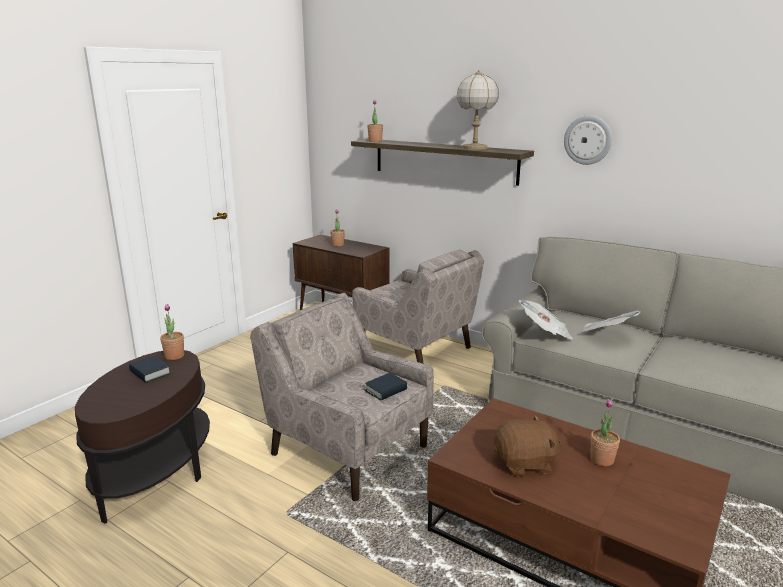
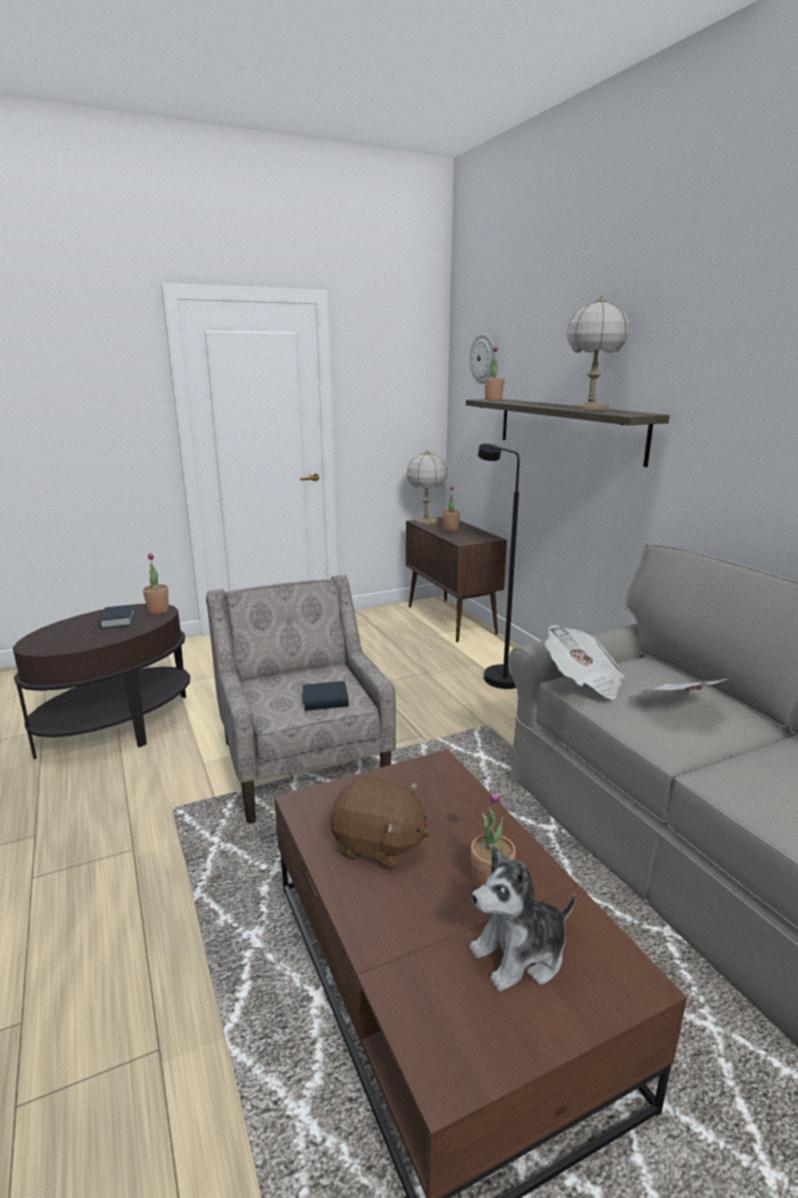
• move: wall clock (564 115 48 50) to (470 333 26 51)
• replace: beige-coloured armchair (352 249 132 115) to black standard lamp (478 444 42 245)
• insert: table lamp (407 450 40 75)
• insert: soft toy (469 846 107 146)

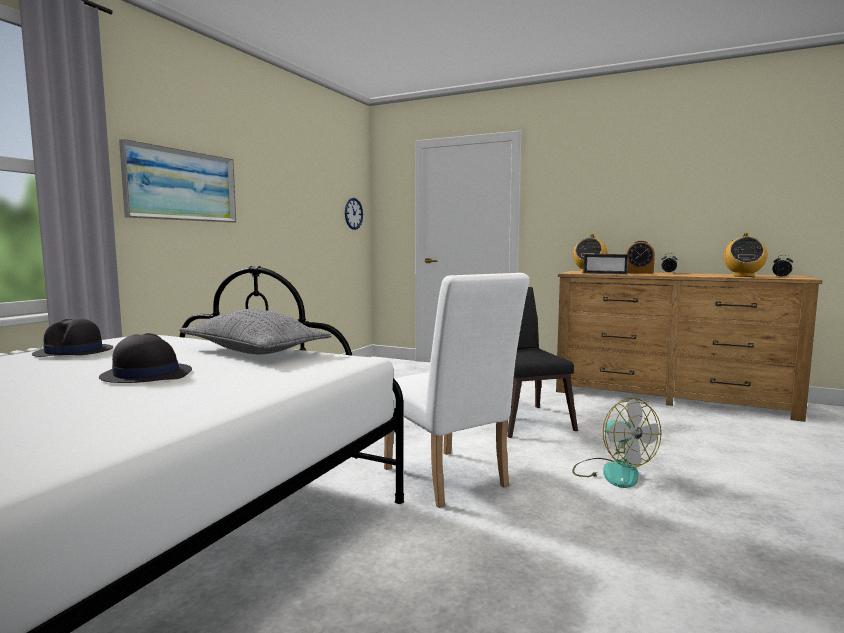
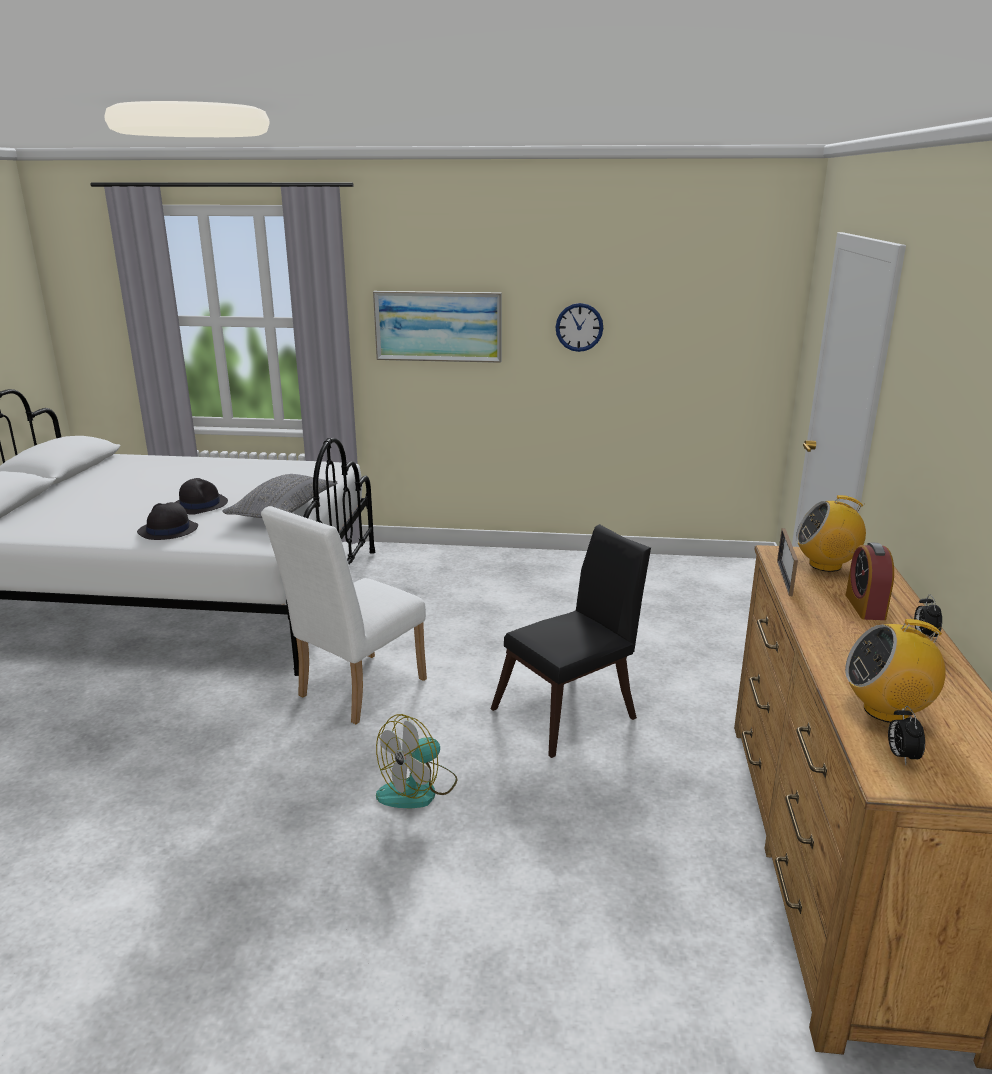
• move: wall clock (345 198 18 32) to (556 303 47 49)
• move: black wearable hat (32 318 81 39) to (137 502 61 38)

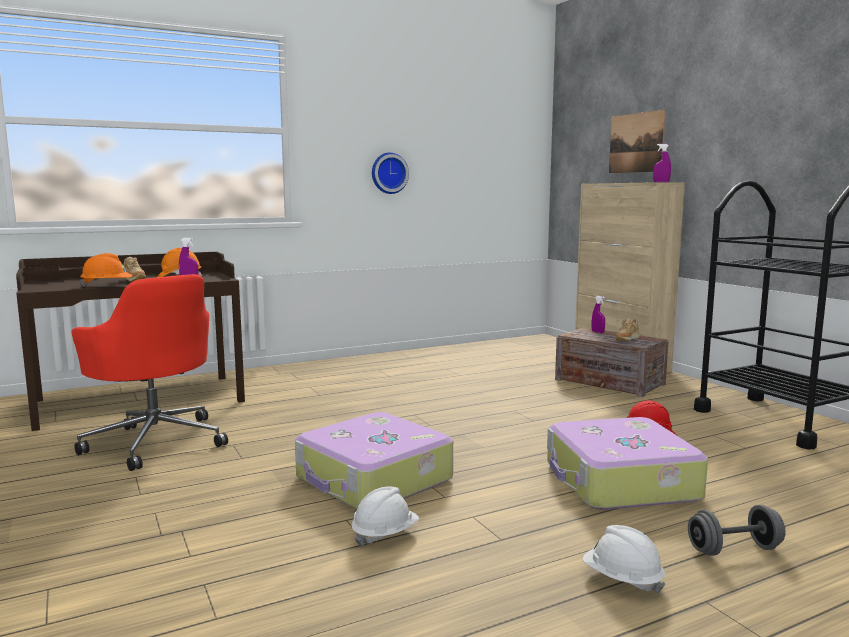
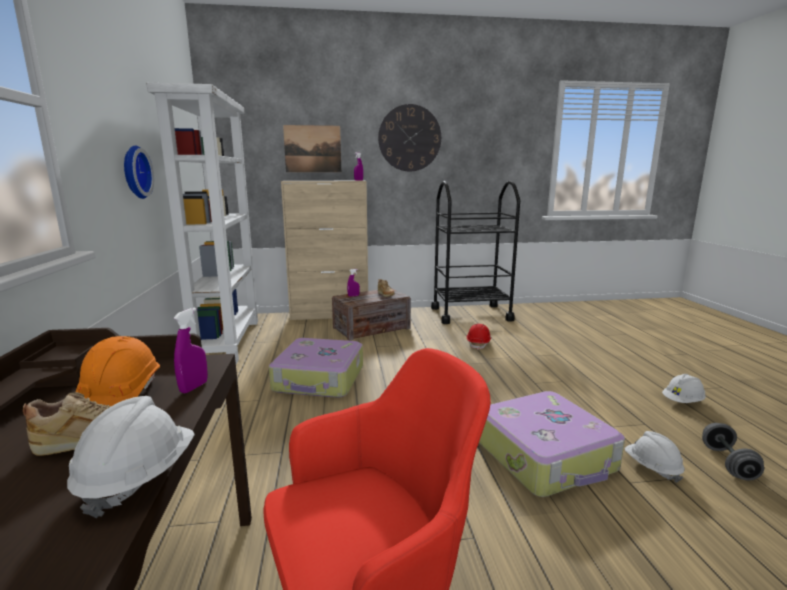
• recolor: orangey hard hat (80 253 53 34) to white-coloured hard hat (67 396 128 122)
• move: suitcase (547 417 161 93) to (269 338 94 60)
• move: grey free weight (688 505 97 51) to (702 423 62 57)
• insert: white-coloured bookcase (146 83 113 281)
• insert: wall clock (378 104 63 67)

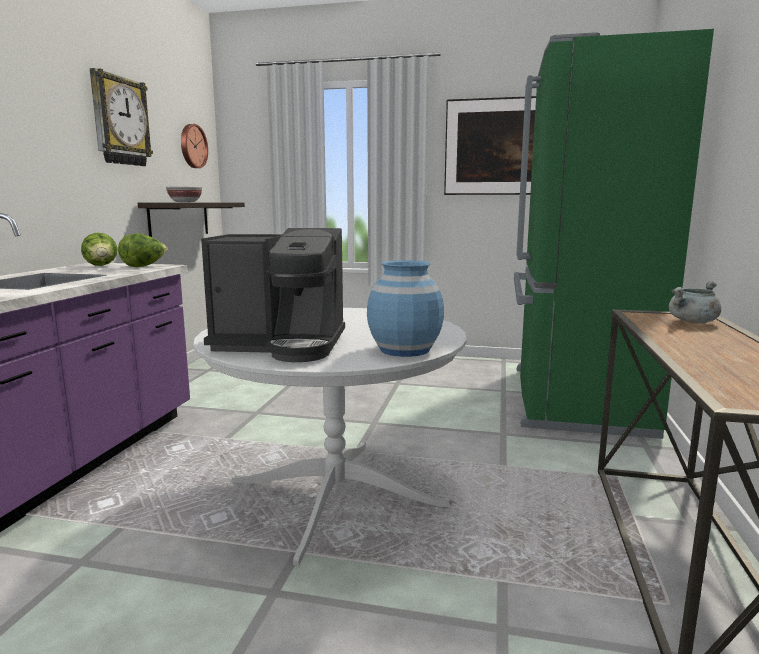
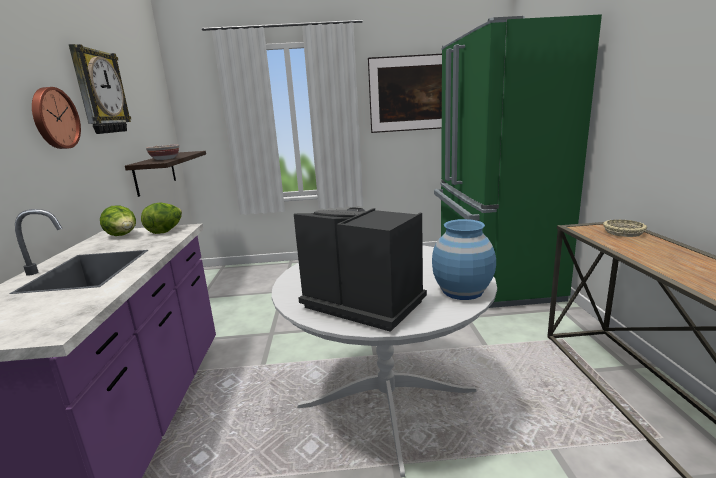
• move: wall clock (181 124 27 44) to (32 87 49 62)
• rotate: coffee machine (201 228 144 134) = (294 208 133 124) 135 degrees counterclockwise
• replace: grey saucepot (669 281 52 42) to beige-coloured serving bowl (603 220 44 17)

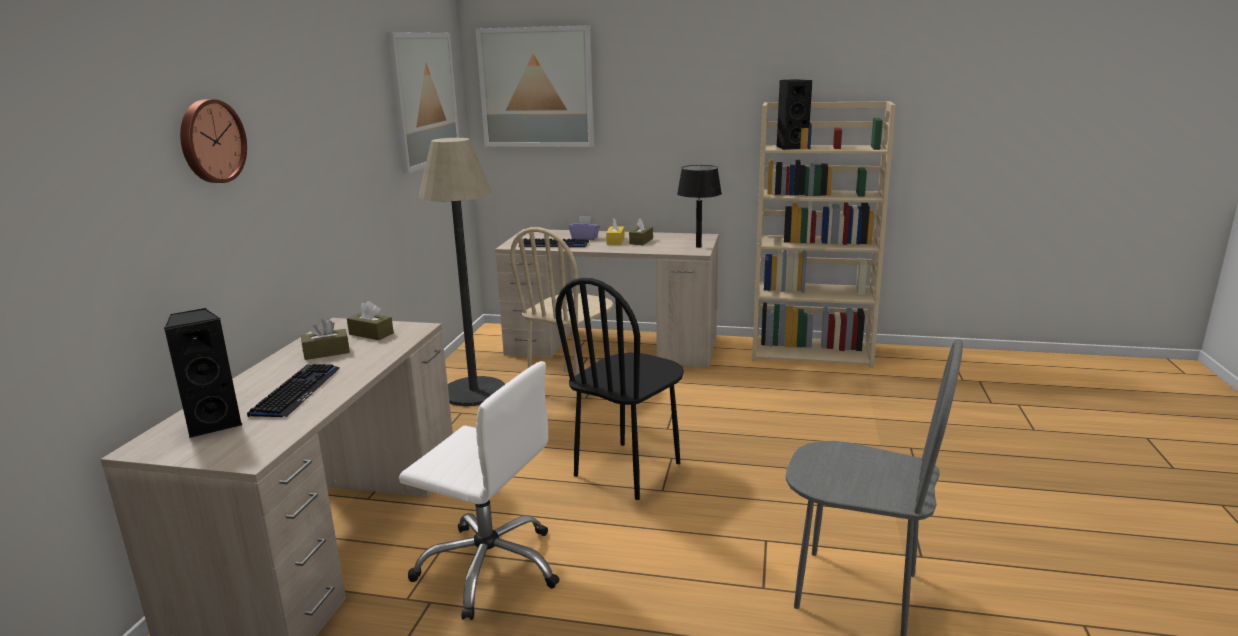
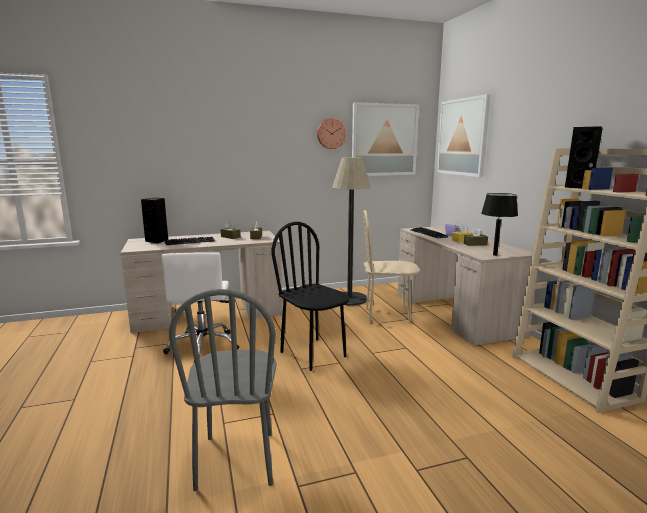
• move: wall clock (180 99 67 84) to (317 118 29 31)
• rotate: black plain chair (555 278 129 222) = (272 222 77 149) 45 degrees clockwise

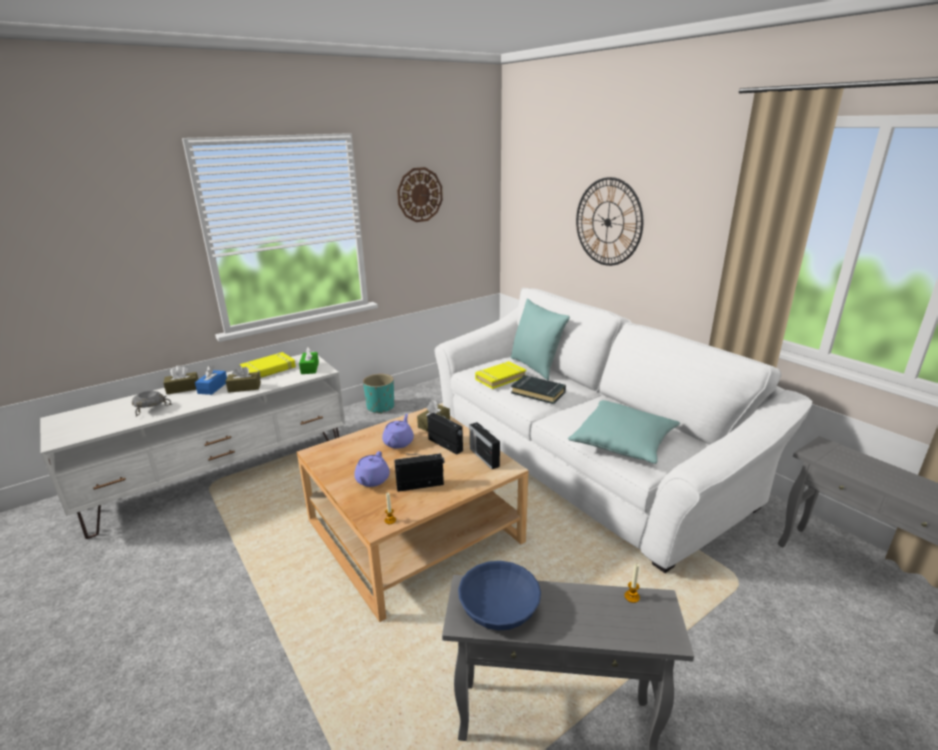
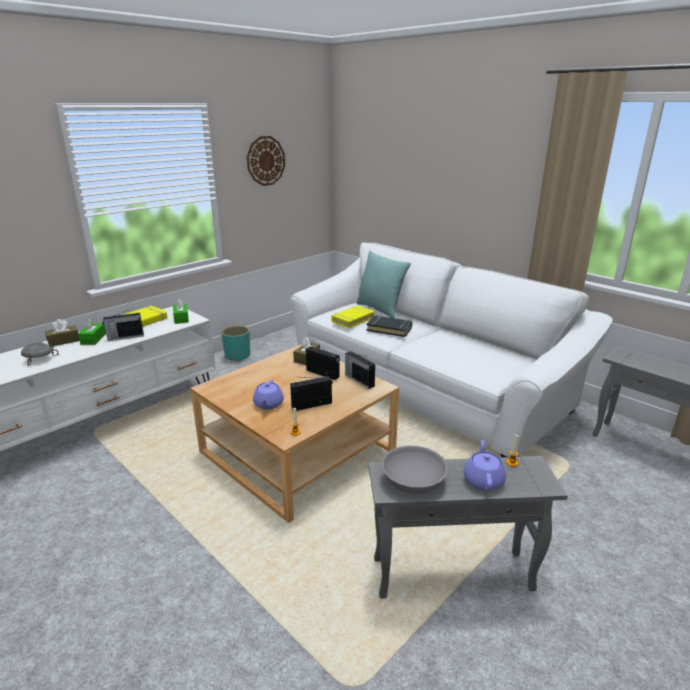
• delete: wall clock (576 177 67 89)
• recolor: bluish tissue box (195 365 32 30) to greenish tissue box (78 317 28 28)
• replace: brown-coloured tissue box (225 365 36 28) to radio (102 308 42 33)
• delete: turquoise-coloured cushion (568 400 112 64)
• move: purple tea pot (382 414 32 35) to (464 440 42 51)
• recolor: bluish serving bowl (458 561 83 70) to grey serving bowl (381 446 67 48)

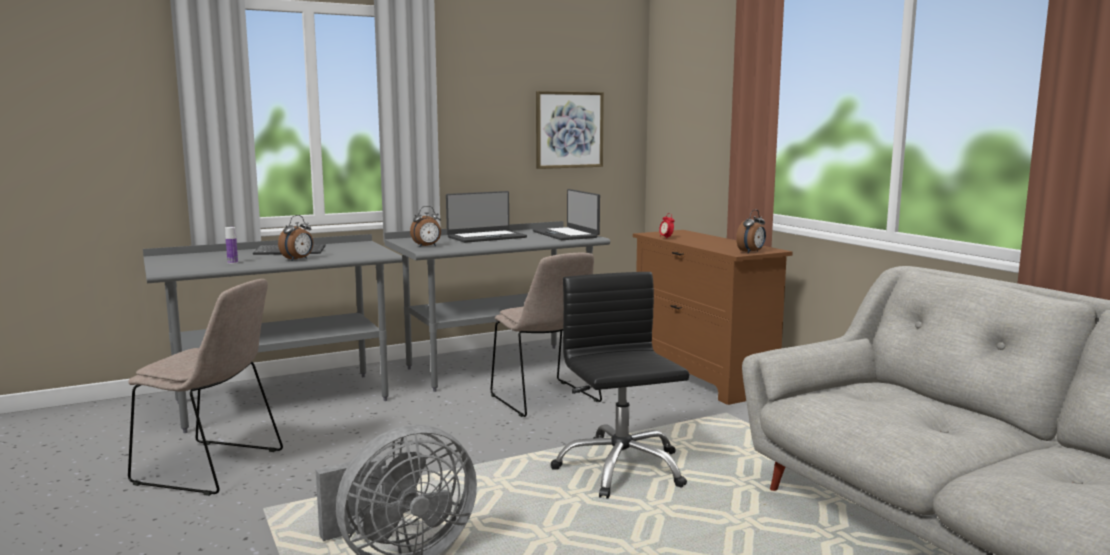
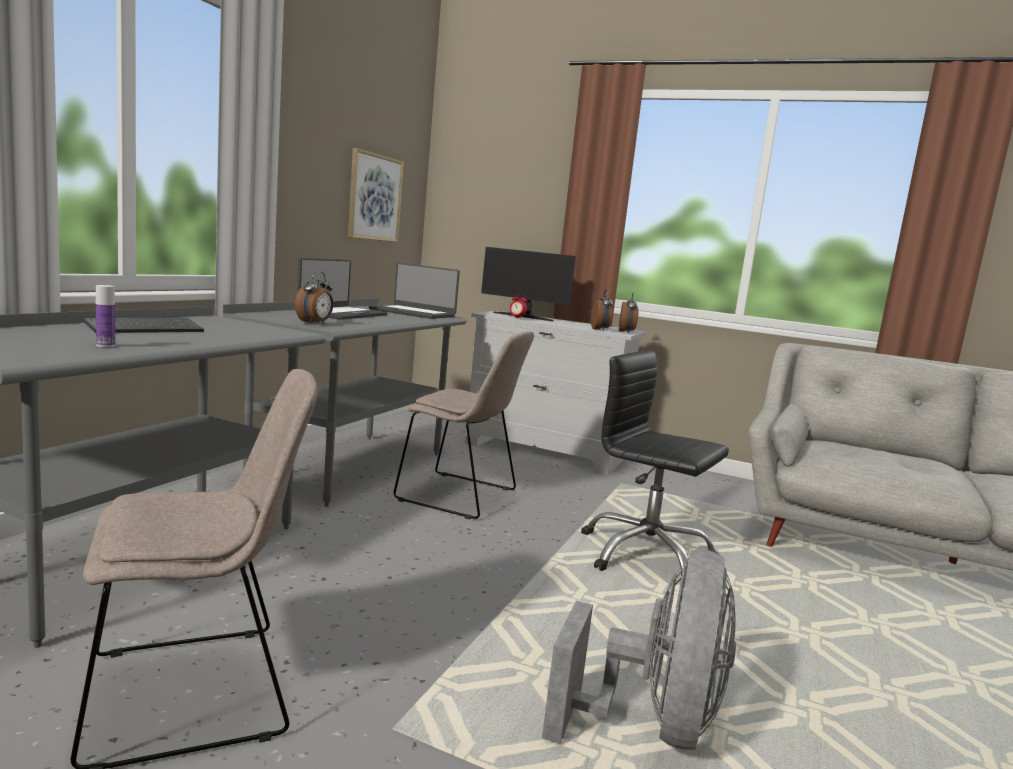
• move: bedside clock (278 215 35 46) to (591 290 22 41)
• recolor: brown-coloured dresser (633 230 160 175) to white-coloured dresser (465 311 181 165)
• insert: monitor (481 247 95 74)

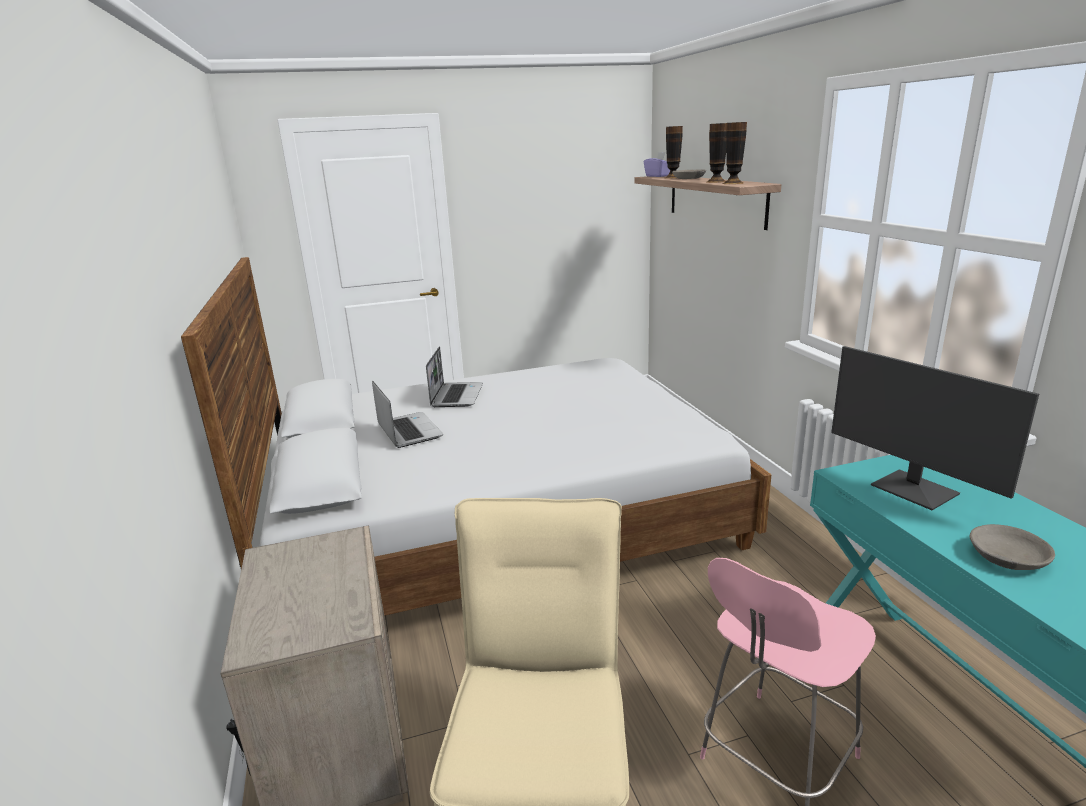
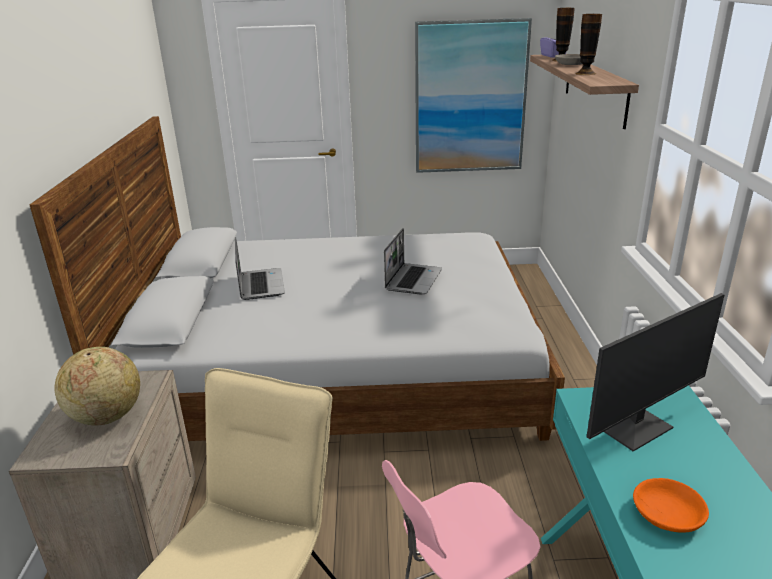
• delete: flower vase (723 122 24 62)
• rotate: monitor (831 346 208 164) = (587 293 138 158) 105 degrees counterclockwise
• move: notebook computer (426 347 57 60) to (384 228 58 67)
• recolor: grey serving bowl (970 524 85 46) to orangey serving bowl (633 478 76 55)
• insert: picture (415 18 117 155)
• insert: world globe (55 347 85 78)

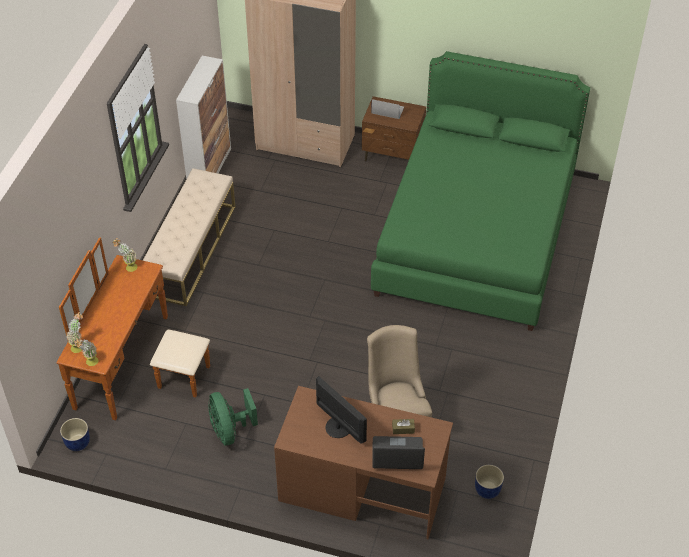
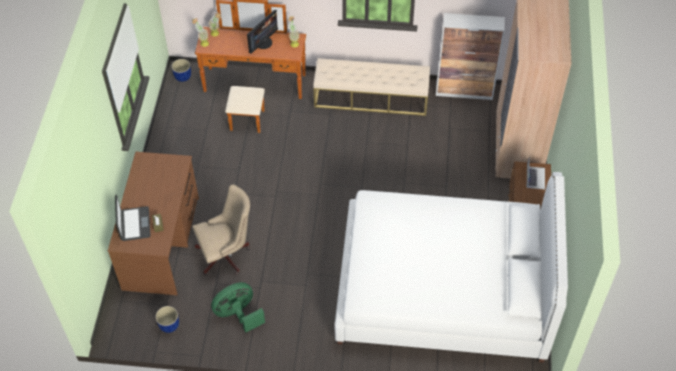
• recolor: greenish sleeping bed (371 51 219 280) to white-coloured sleeping bed (335 172 233 190)
• move: monitor (316 376 51 67) to (247 10 31 44)
• move: greenish electric fan (208 388 50 57) to (211 282 54 51)

